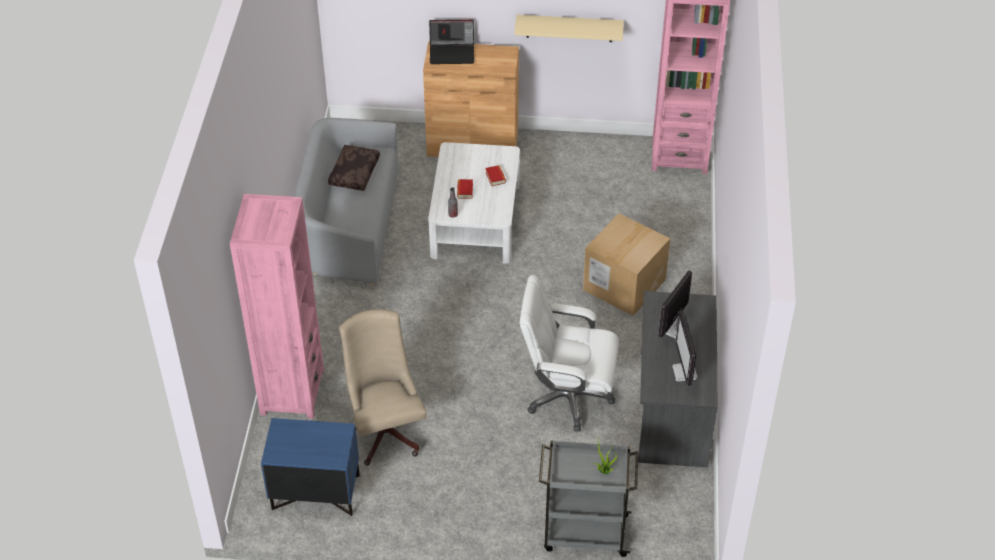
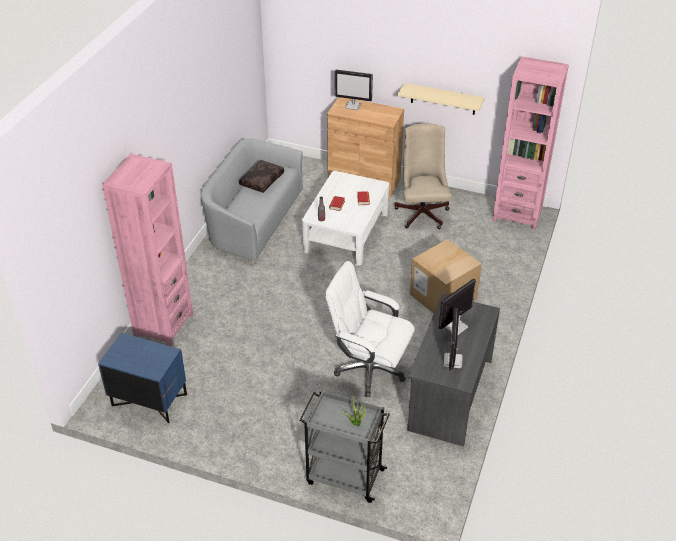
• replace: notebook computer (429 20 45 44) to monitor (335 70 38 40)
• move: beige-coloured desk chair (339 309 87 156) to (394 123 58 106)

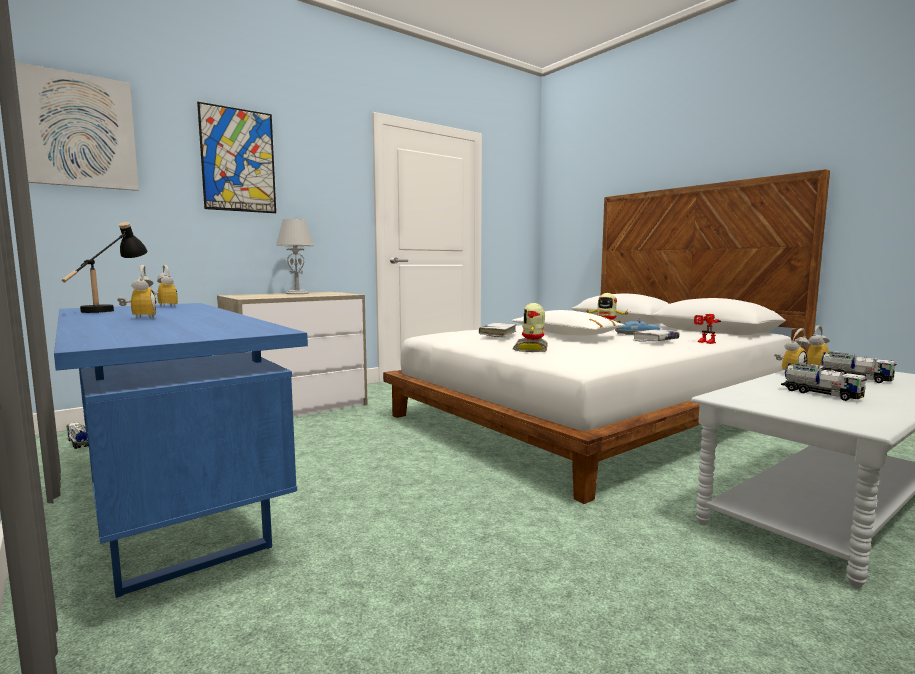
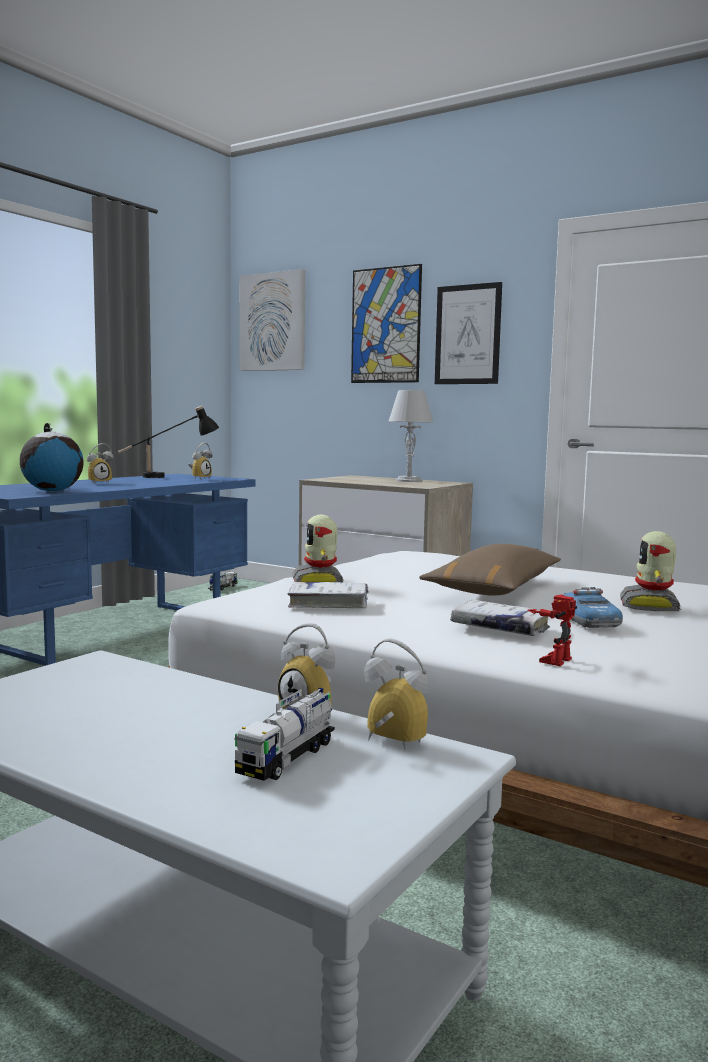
• rotate: model robot (513 303 35 49) = (292 514 51 68) 90 degrees counterclockwise
• recolor: white-coloured cushion (512 310 112 25) to brown-coloured cushion (420 544 141 52)
• move: white-coloured volume (479 323 37 14) to (288 582 80 26)
• delete: toy truck (781 363 87 38)
• insert: picture (435 282 67 102)
• insert: world globe (20 423 64 68)

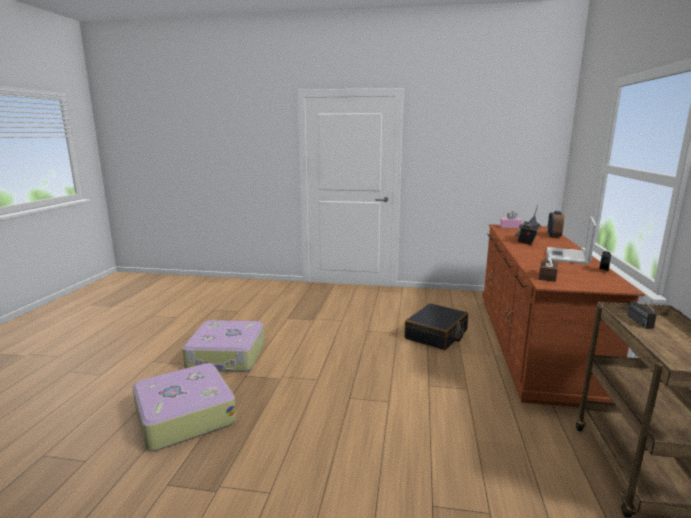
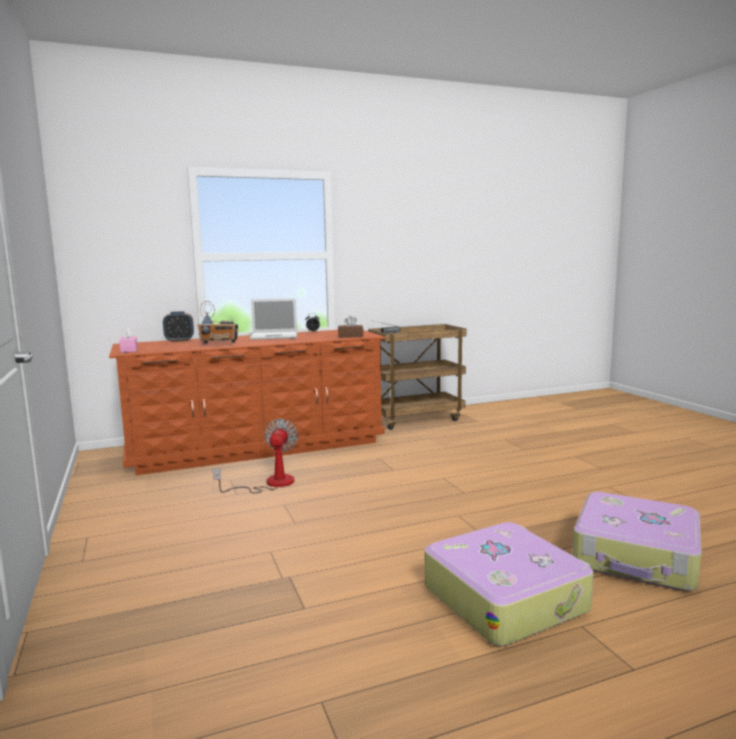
• replace: black suitcase (404 303 64 47) to electric fan (213 419 85 74)

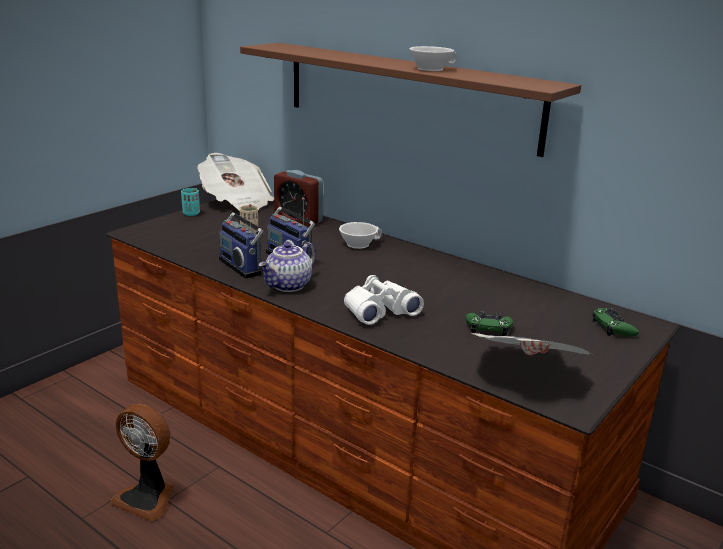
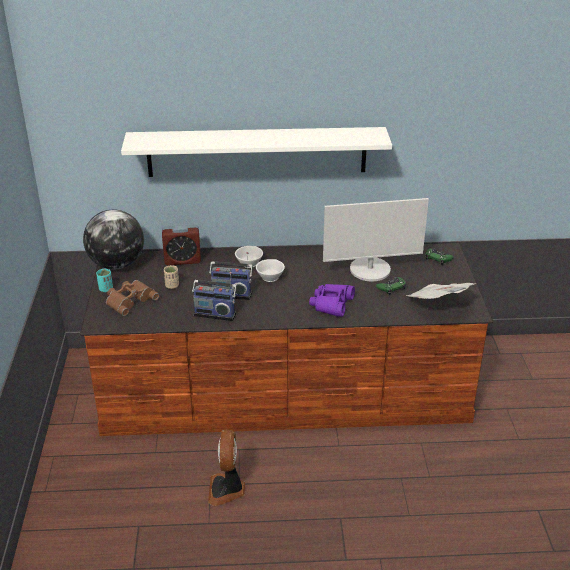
• recolor: brown-coloured wall shelf (240 43 341 114) to white-coloured wall shelf (121 127 271 50)
• move: white-coloured small cup (409 46 48 25) to (256 259 29 23)
• replace: daily paper (197 153 77 58) to world globe (83 210 61 60)
• delete: tea pot (259 242 57 50)
• recolor: white-coloured field glasses (344 275 80 50) to purple field glasses (309 284 46 33)
• rotate: electric fan (110 404 63 117) = (208 430 37 76) 105 degrees clockwise
• insert: monitor (323 198 106 83)
• insert: brown-coloured field glasses (106 280 53 36)

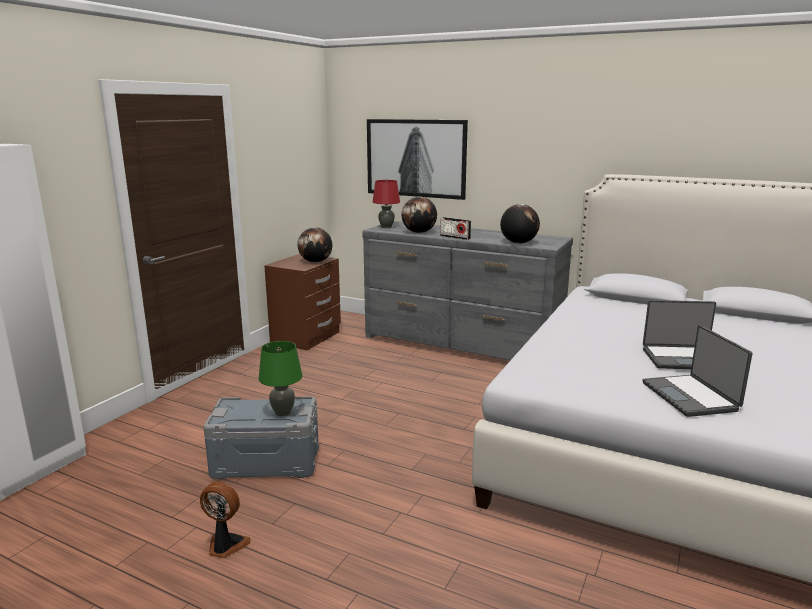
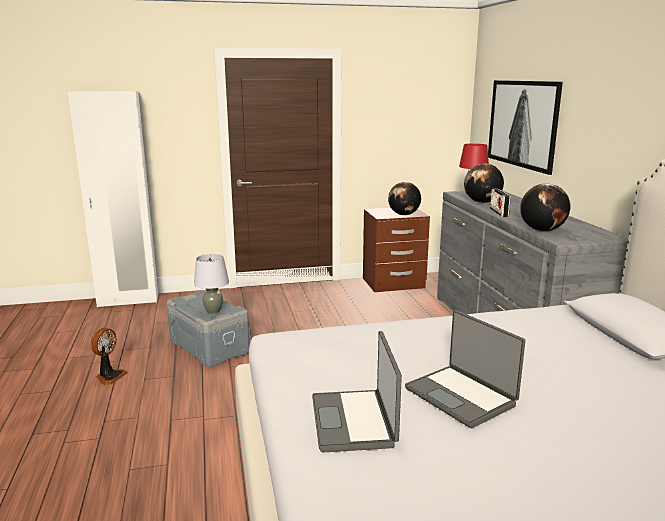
• rotate: notebook computer (642 325 110 92) = (312 331 90 122) 45 degrees counterclockwise
• recolor: greenish table lamp (259 341 43 75) to grey table lamp (194 254 35 60)
• rotate: electric fan (200 482 51 76) = (91 328 37 57) 45 degrees clockwise

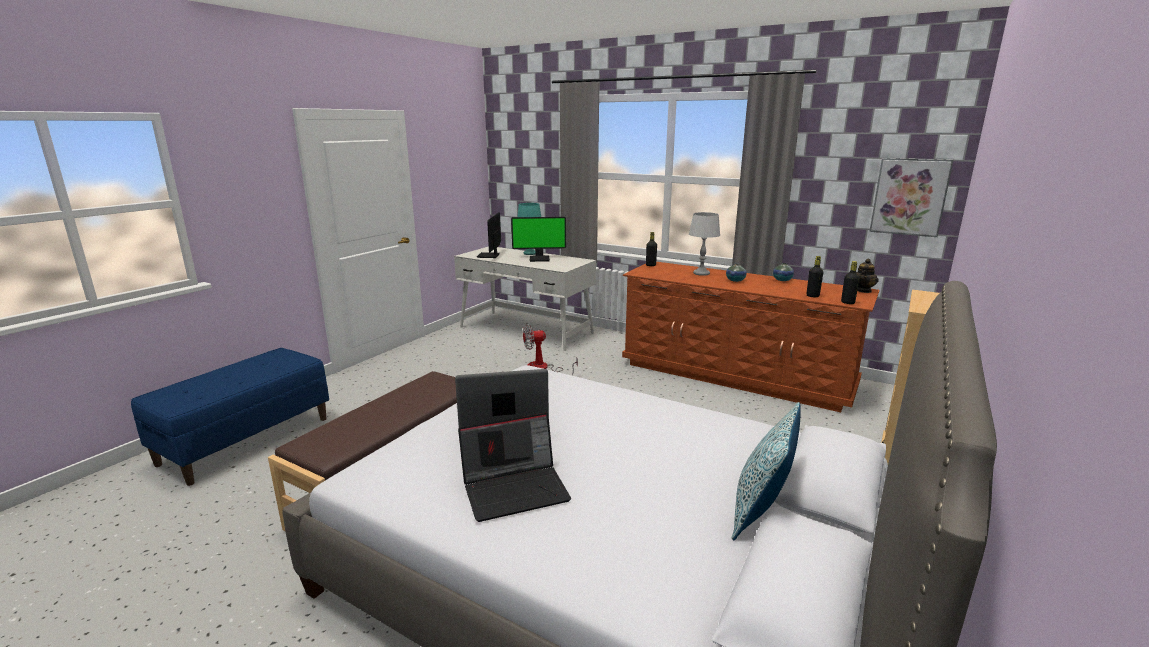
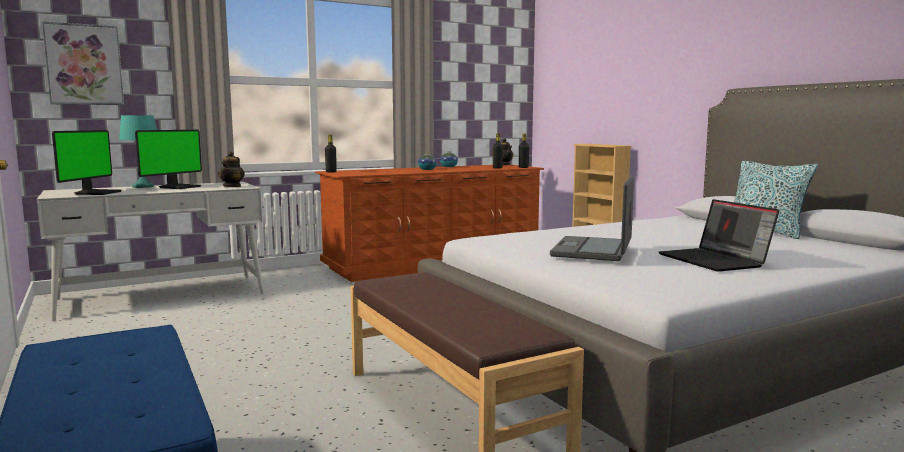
• move: picture (869 158 85 79) to (42 21 82 84)
• rotate: monitor (477 212 24 46) = (52 130 70 65) 120 degrees counterclockwise
• delete: grey table lamp (689 212 31 64)
• delete: electric fan (523 324 55 52)
• rotate: notebook computer (458 413 113 109) = (659 199 120 73) 150 degrees clockwise
• insert: tea pot (218 151 27 36)

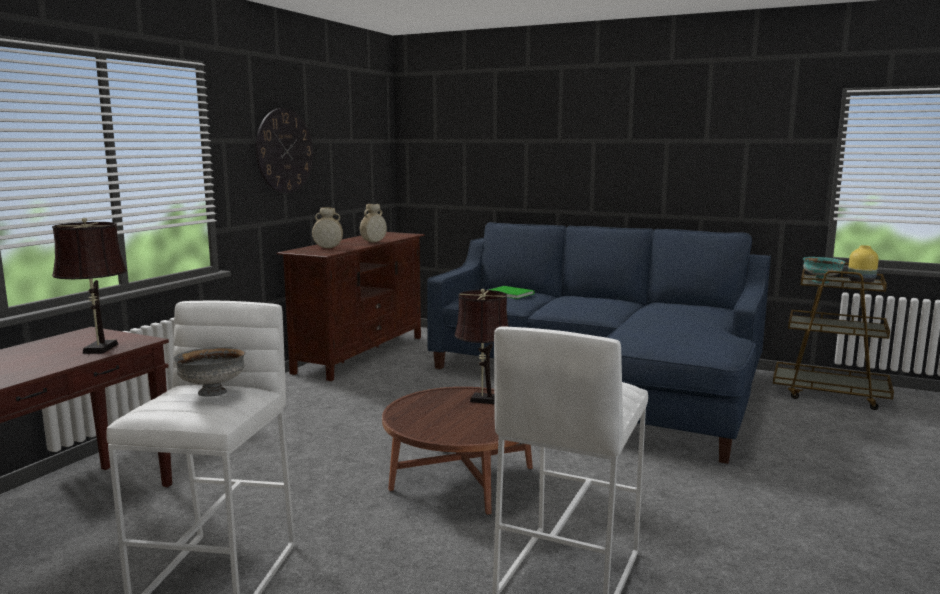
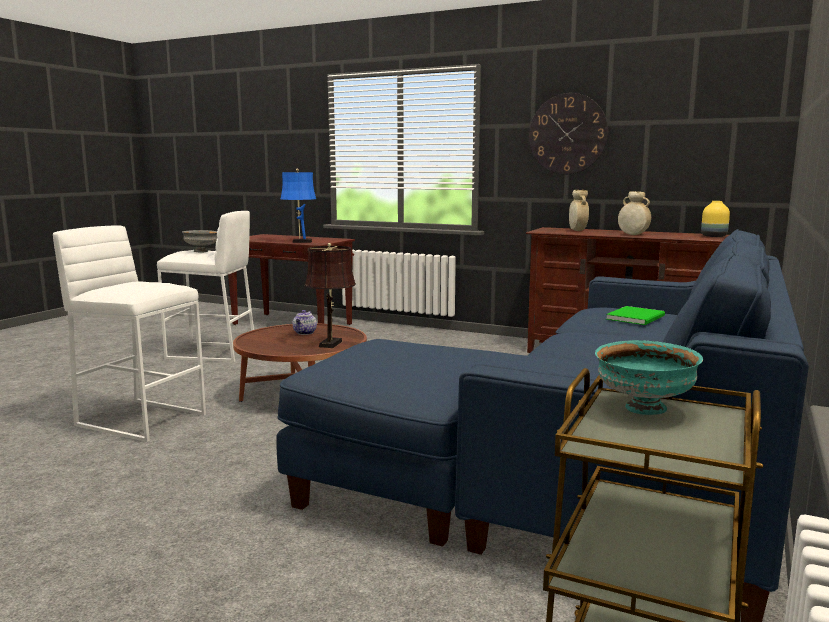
• recolor: brown-coloured table lamp (52 218 75 136) to bluish table lamp (280 169 36 74)
• move: yellow flower vase (848 245 31 38) to (701 201 29 36)
• insert: tea pot (292 310 25 25)

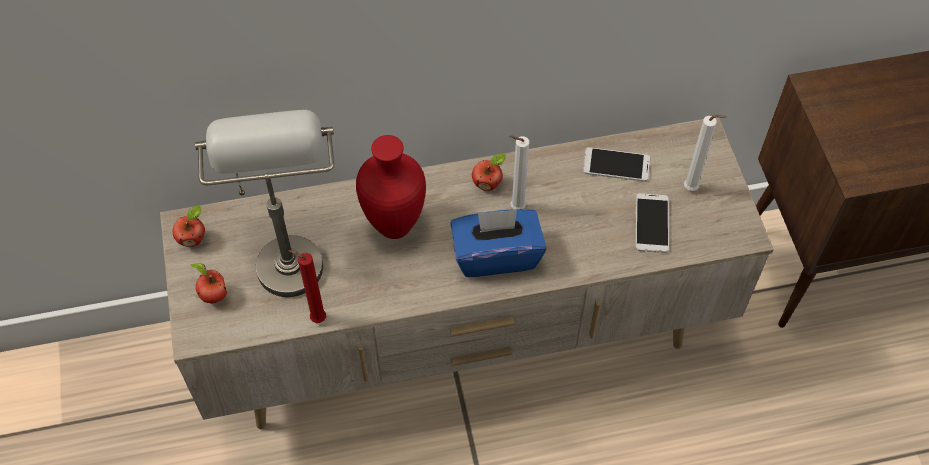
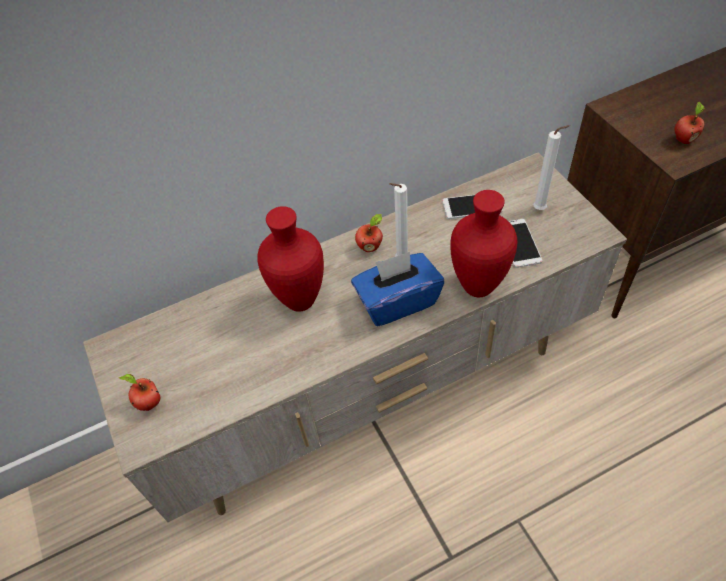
• delete: grey table lamp (195 110 139 187)
• move: apple fruit (172 205 33 42) to (674 102 31 42)
• delete: red-coloured wax light (288 250 38 73)
• insert: red-coloured flower vase (451 190 66 107)

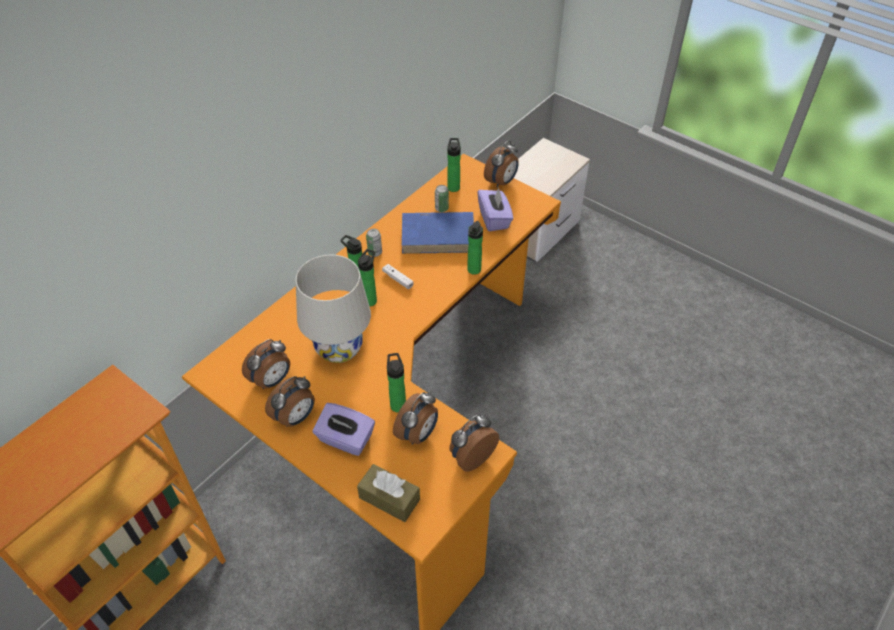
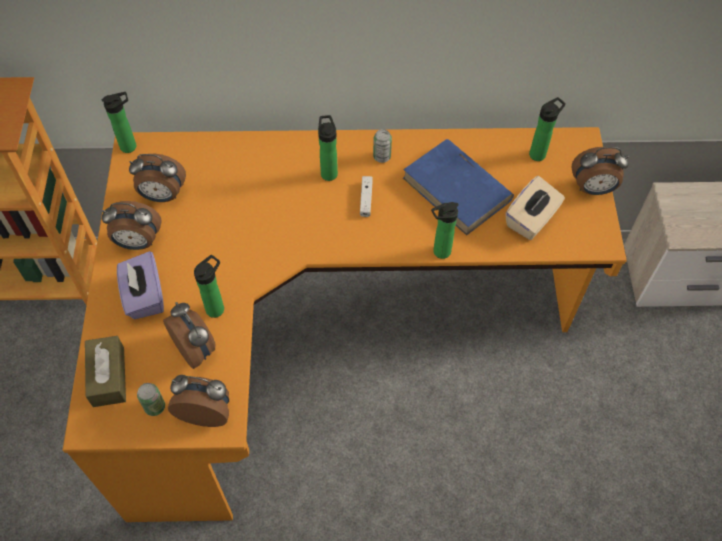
• move: metal can (435 185 14 27) to (137 383 28 33)
• recolor: purple tissue box (477 188 36 43) to beige-coloured tissue box (506 176 59 64)
• move: beverage bottle (358 249 19 58) to (102 92 34 61)
• delete: white-coloured table lamp (296 254 75 109)
• rotate: bedside clock (393 391 45 54) = (163 302 52 67) 120 degrees counterclockwise

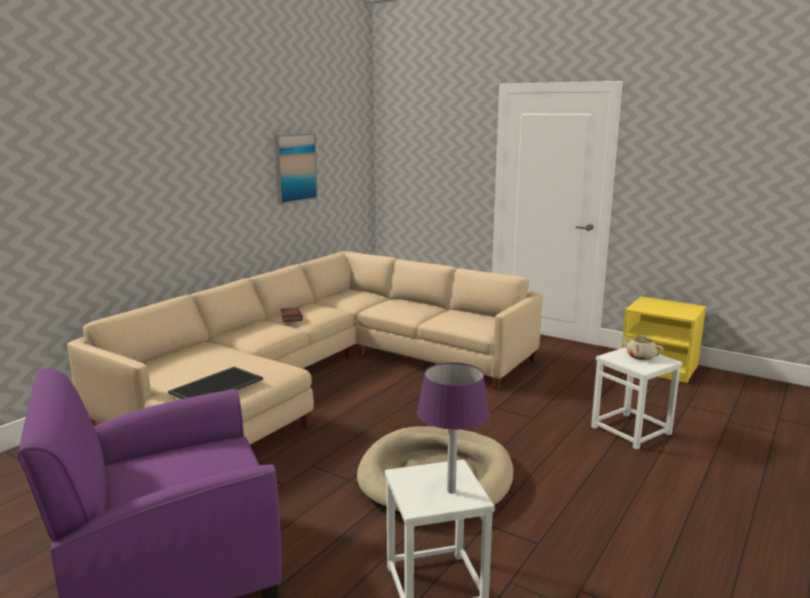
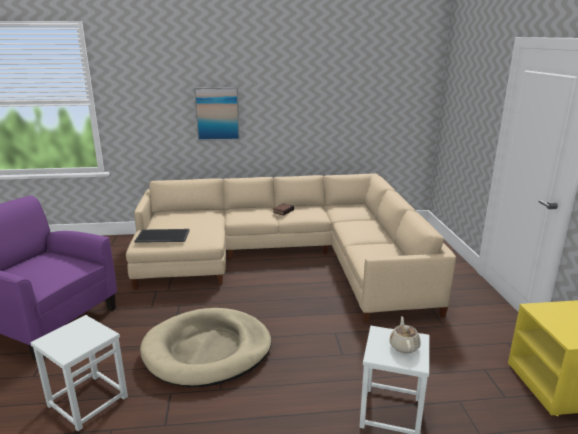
• move: picture (274 133 44 72) to (194 87 46 54)
• delete: purple table lamp (417 363 73 130)

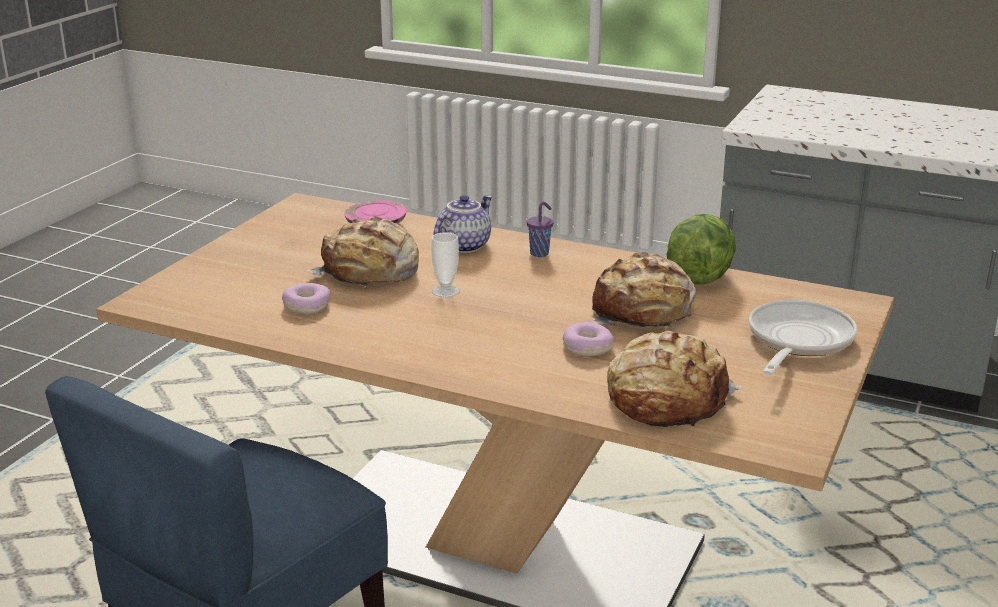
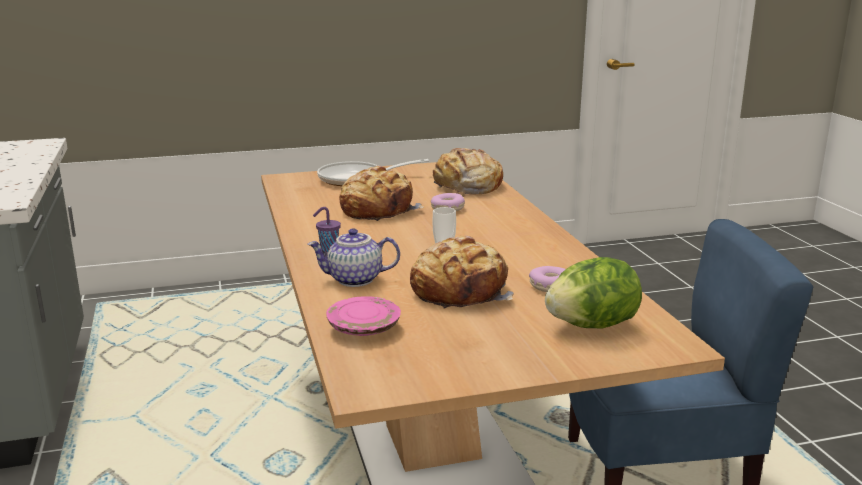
• move: head of lettuce (666 214 70 71) to (545 257 97 72)

